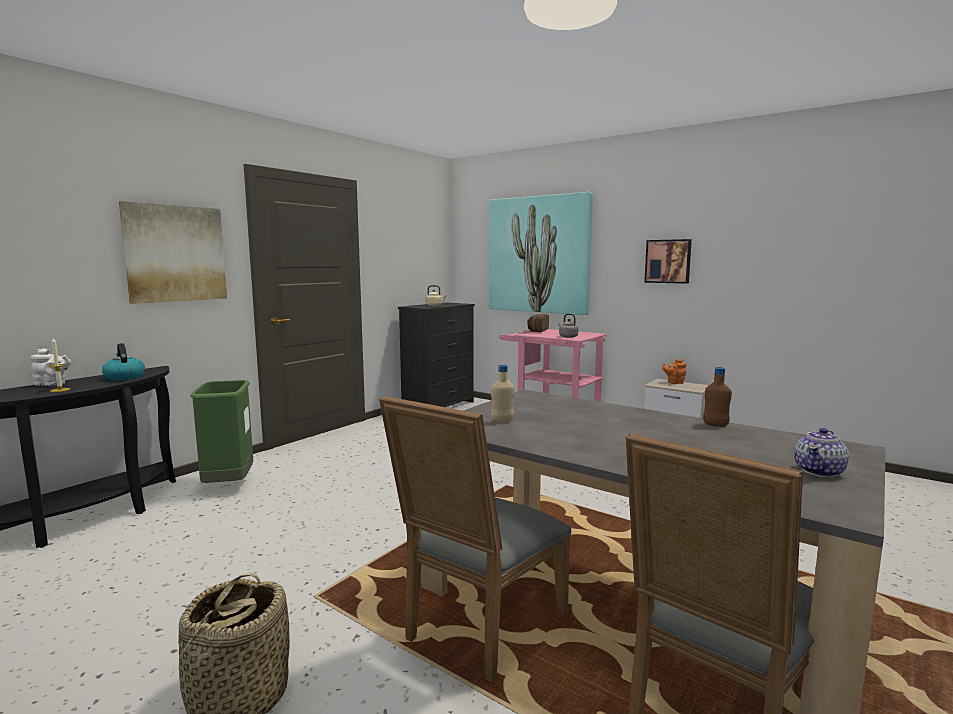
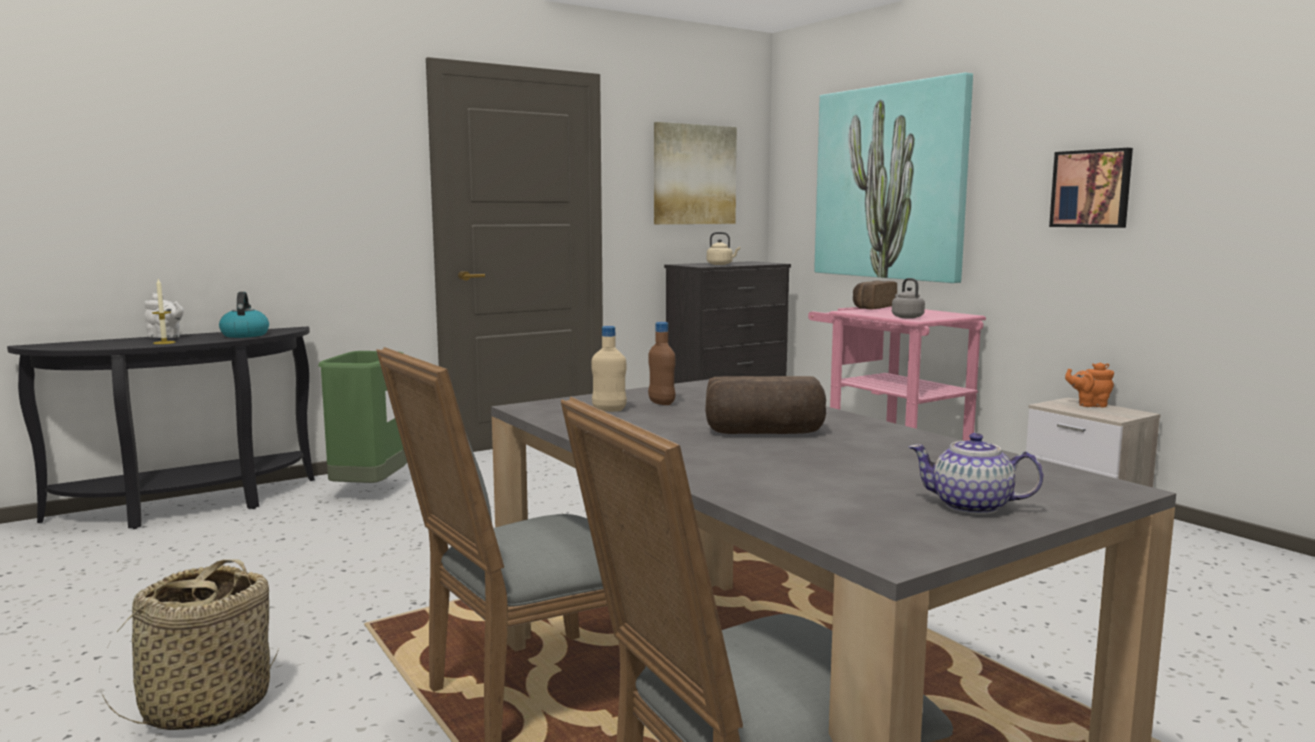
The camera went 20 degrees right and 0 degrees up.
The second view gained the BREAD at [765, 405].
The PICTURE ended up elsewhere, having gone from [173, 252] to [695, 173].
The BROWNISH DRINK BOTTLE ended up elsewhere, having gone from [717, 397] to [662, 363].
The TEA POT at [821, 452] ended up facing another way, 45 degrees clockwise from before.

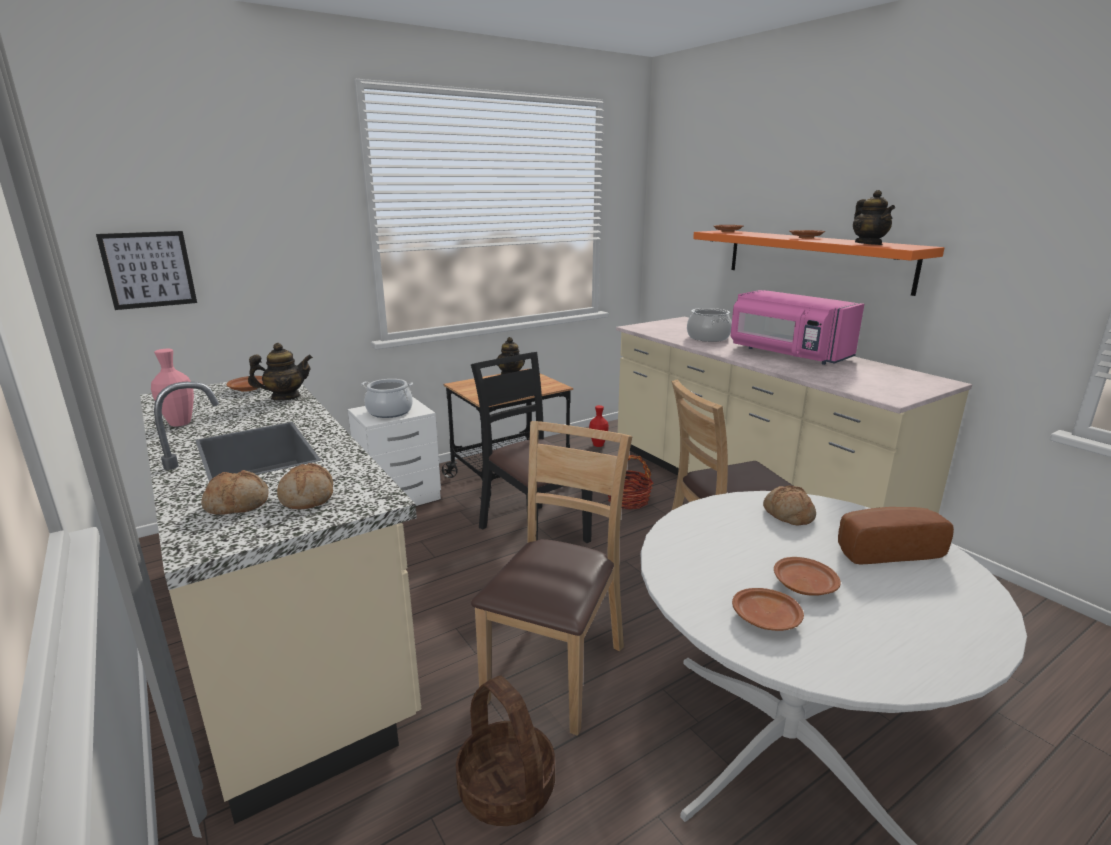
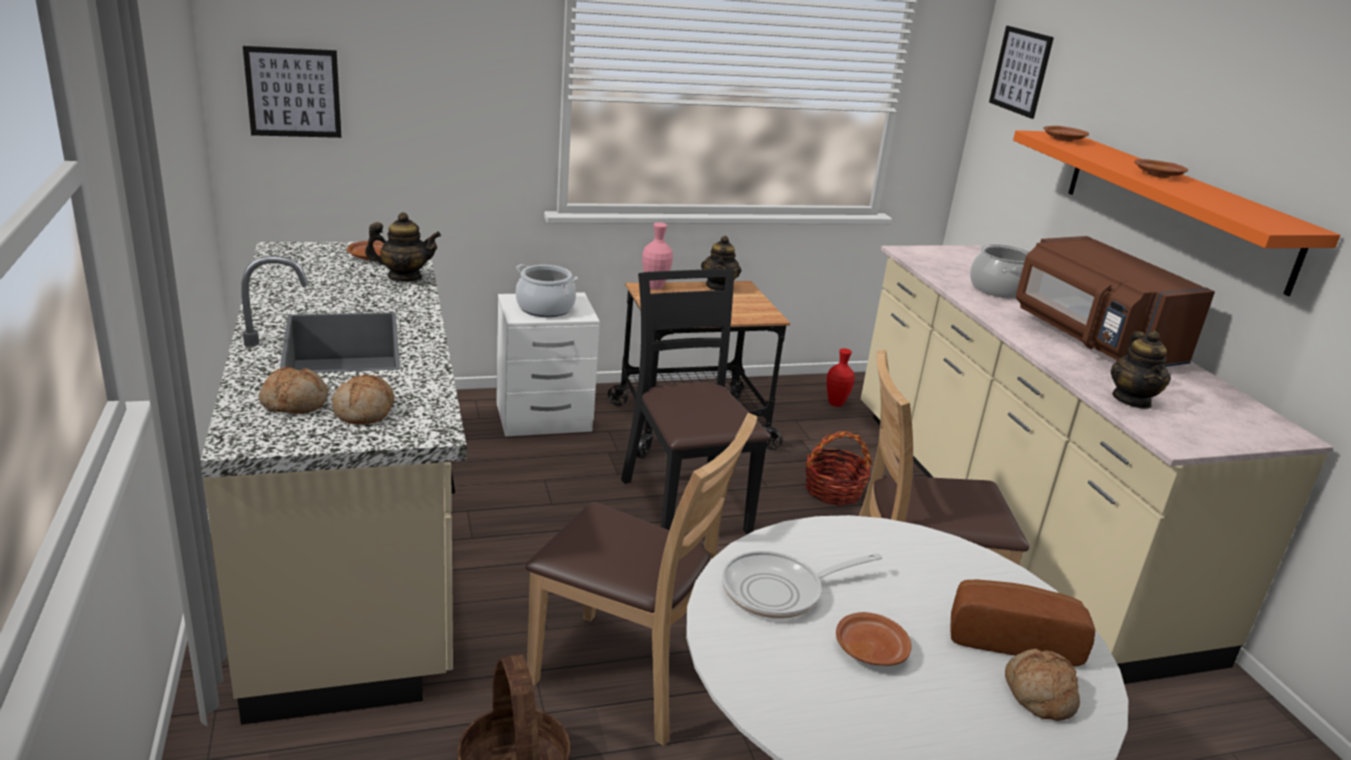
The camera went 15 degrees right and 5 degrees up.
The second view lost the BROWNISH PLATE at [768, 609].
The second view gained the PAN at [802, 585].
The second view gained the PICTURE at [1021, 72].
The PINK-COLOURED VASE ended up elsewhere, having gone from [172, 388] to [657, 256].
The BREAD ended up elsewhere, having gone from [789, 505] to [1042, 685].
The TEA POT ended up elsewhere, having gone from [874, 217] to [1141, 369].
What was the PINK-COLOURED MICROWAVE at [797, 327] turned into the BROWNISH MICROWAVE at [1115, 301].
The BROWNISH CHAIR at [551, 578] ended up facing another way, 75 degrees clockwise from before.

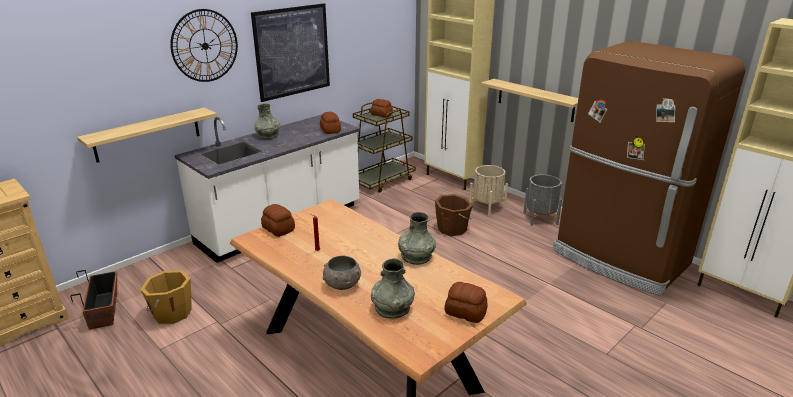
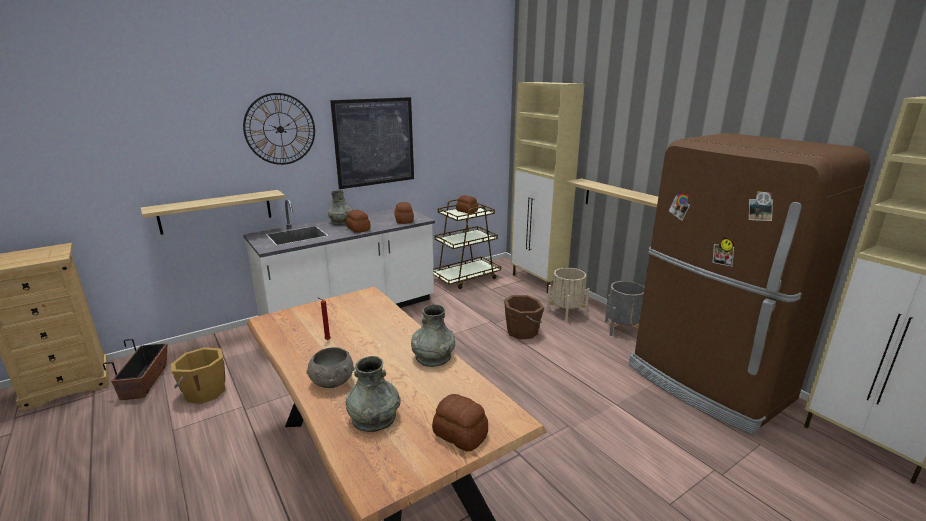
The camera went 10 degrees right and 5 degrees down.
The BREAD ended up elsewhere, having gone from [278, 220] to [358, 221].

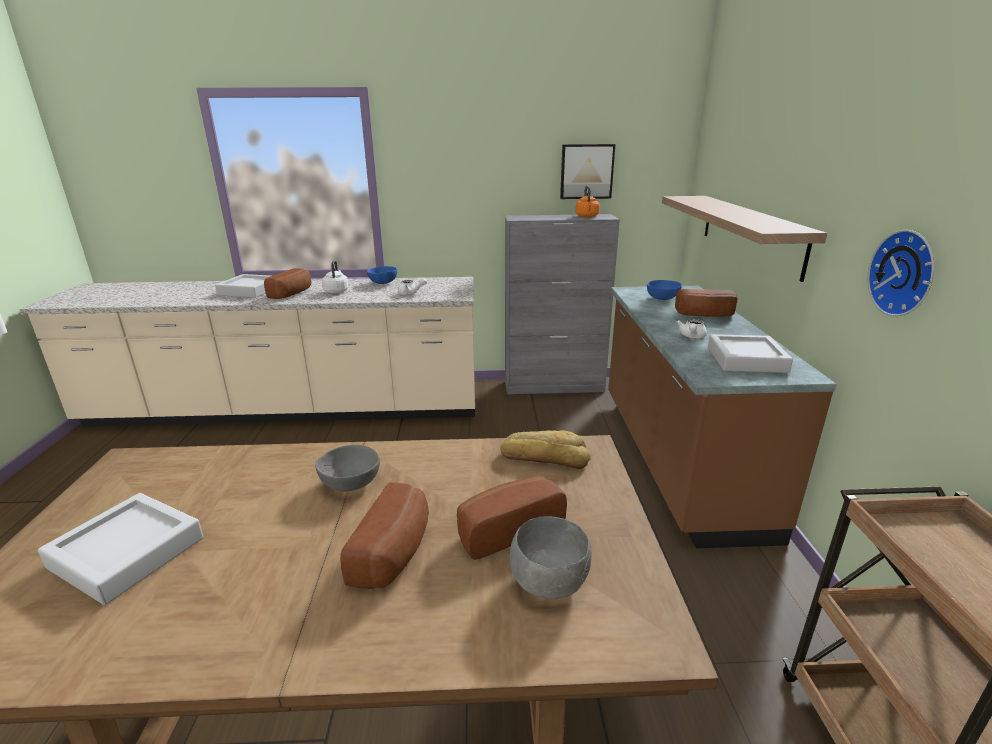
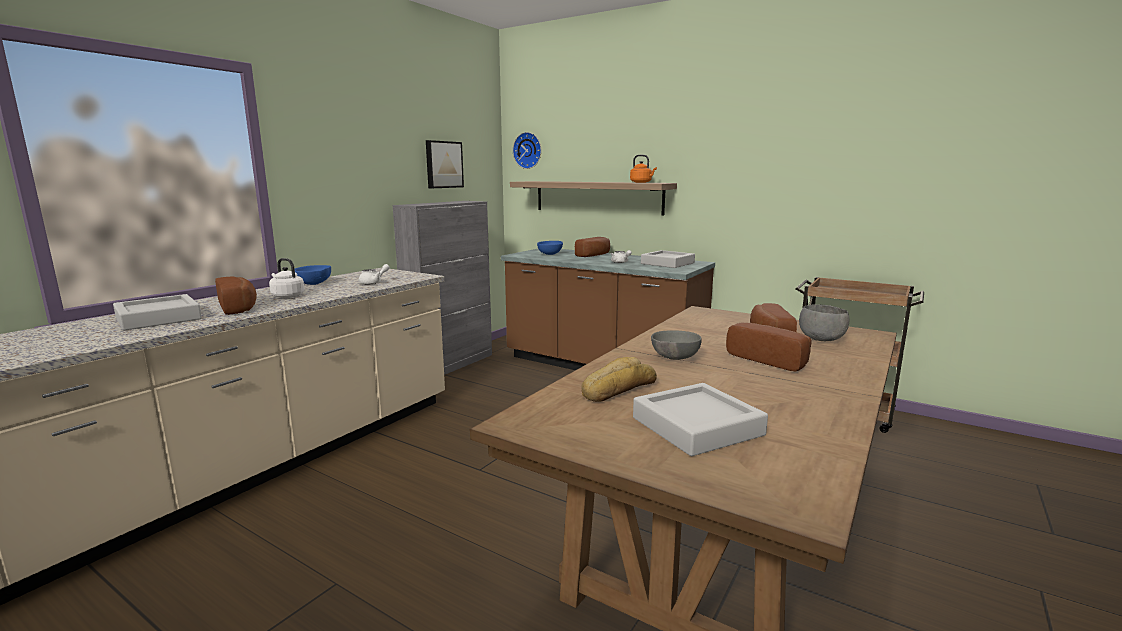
The camera went 55 degrees left and 10 degrees down.
The BREAD ended up elsewhere, having gone from [545, 449] to [619, 379].
The ORANGEY WATER KETTLE ended up elsewhere, having gone from [588, 201] to [643, 169].
The HANGING CLOCK ended up elsewhere, having gone from [901, 273] to [527, 150].

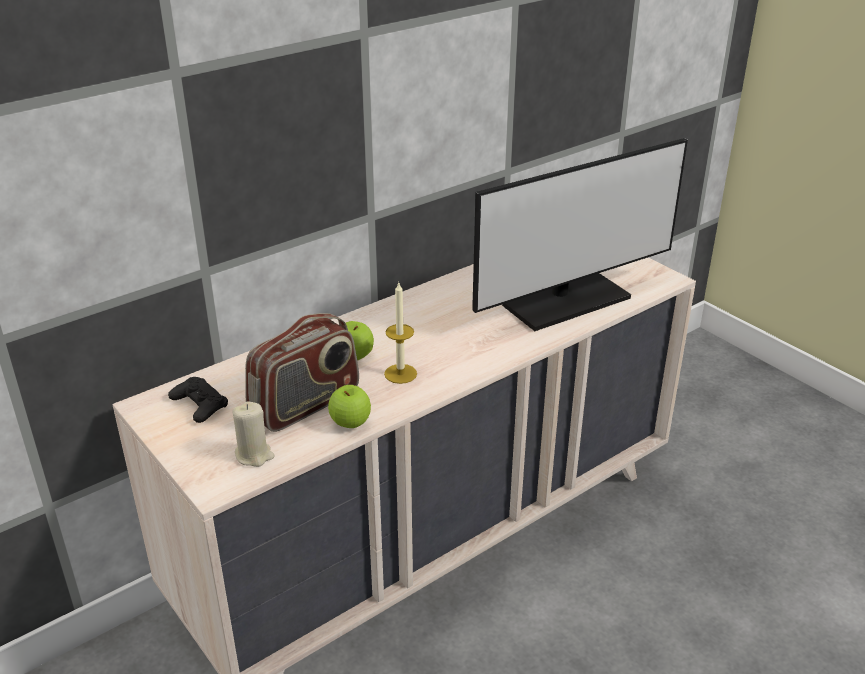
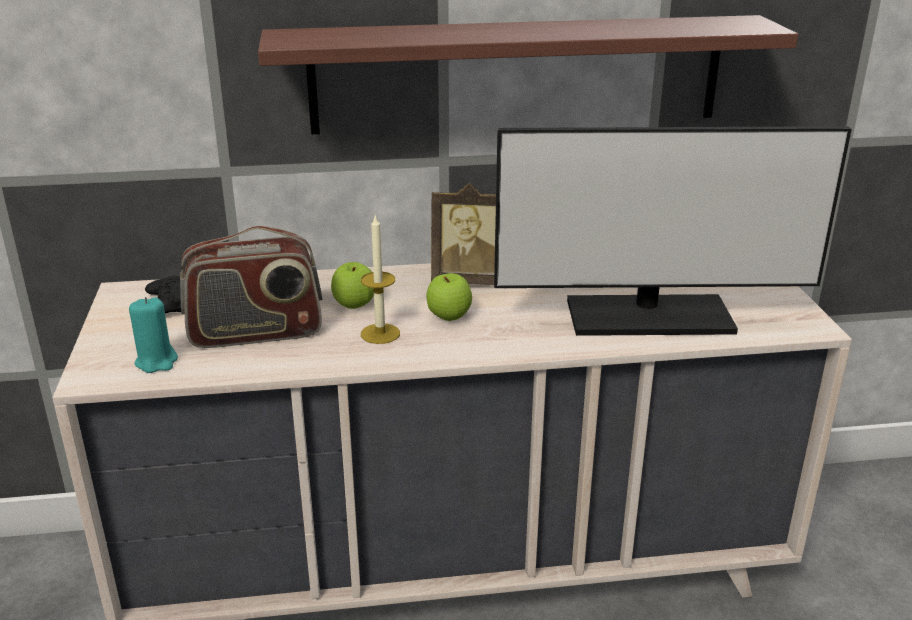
The camera went 30 degrees right and 5 degrees down.
The second view gained the SHELF at [528, 74].
The second view gained the STANDING FRAME at [463, 234].
The WHOLE APPLE ended up elsewhere, having gone from [349, 406] to [449, 297].
What was the BEIGE WAX CANDLE at [253, 434] turned into the BLUE-GREEN WAX CANDLE at [153, 335].

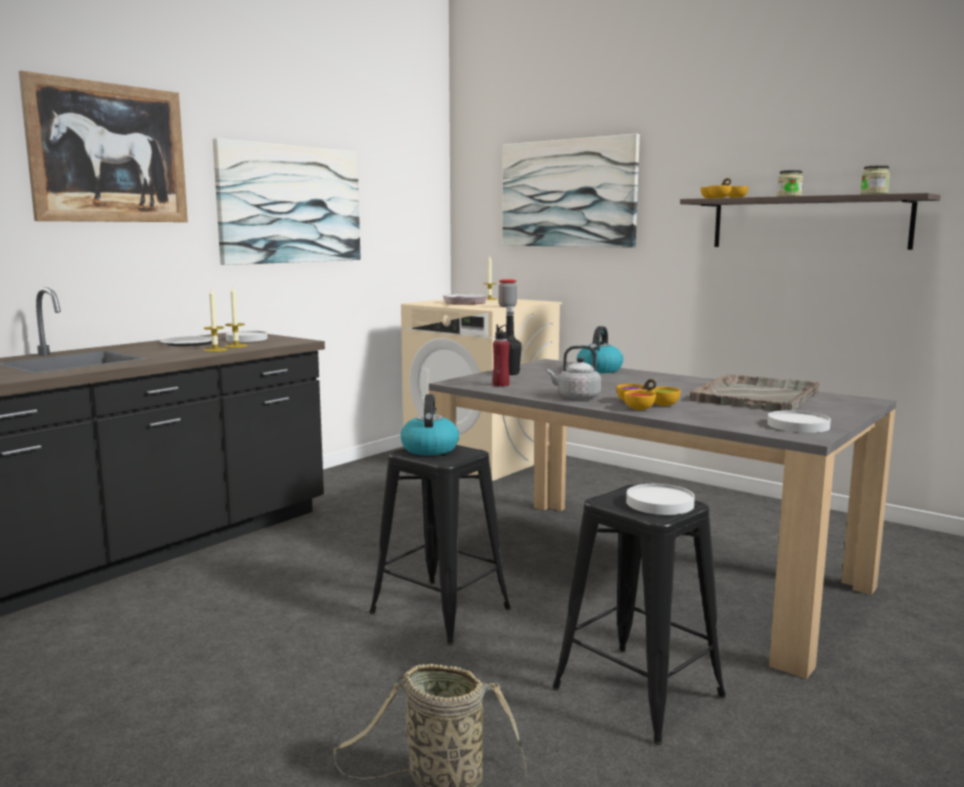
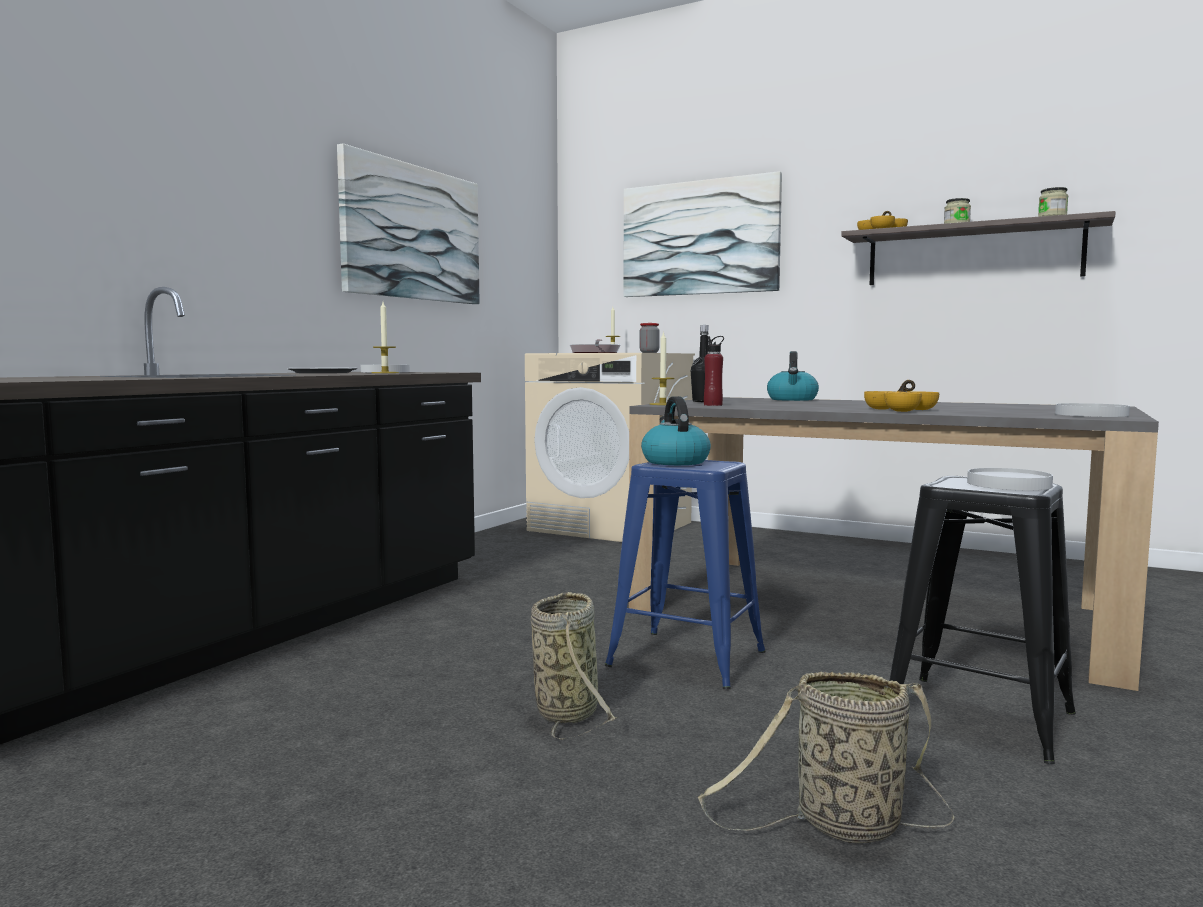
The camera went 10 degrees left and 5 degrees down.
The second view lost the PICTURE at [103, 146].
The second view lost the GREYISH WATER KETTLE at [573, 372].
The second view lost the GREYISH CARRYING TRAY at [755, 392].
The second view gained the BASKET at [574, 666].
The WAX CANDLE ended up elsewhere, having gone from [215, 320] to [662, 368].
What was the BLACKISH STOOL at [440, 545] turned into the BLUISH STOOL at [685, 574].

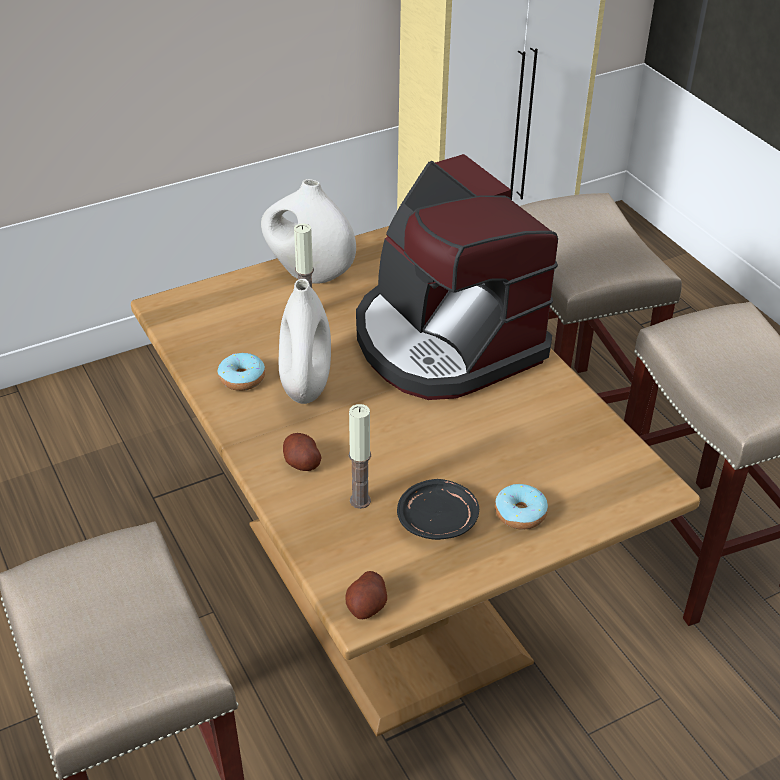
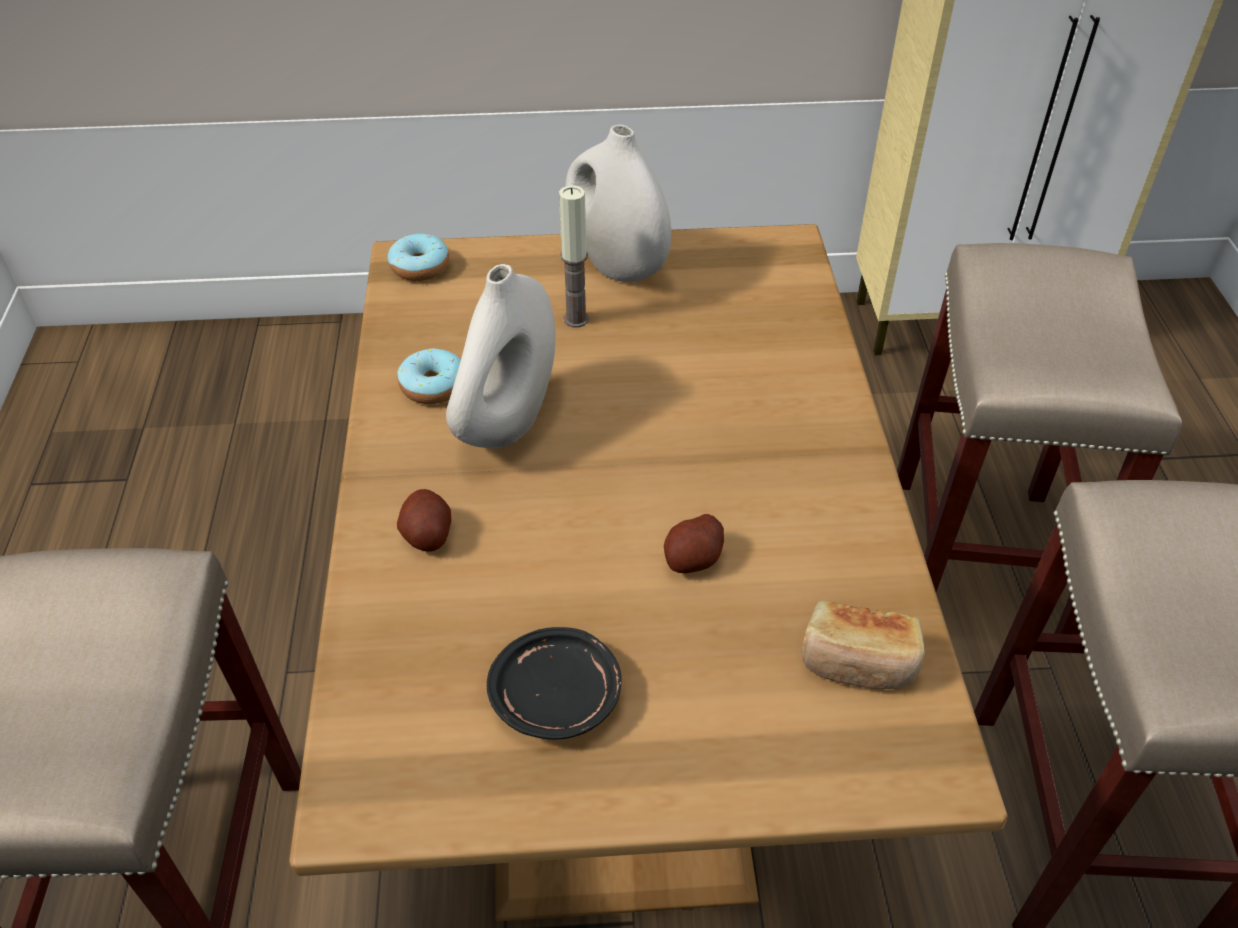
The camera went 25 degrees right and 5 degrees up.
The second view lost the WAX CANDLE at [360, 456].
The second view lost the COFFEE MACHINE at [457, 277].
The second view gained the BREAD at [863, 644].
The WHOLE POTATO ended up elsewhere, having gone from [366, 595] to [694, 543].
The RING DOUGHNUT ended up elsewhere, having gone from [521, 507] to [418, 257].

